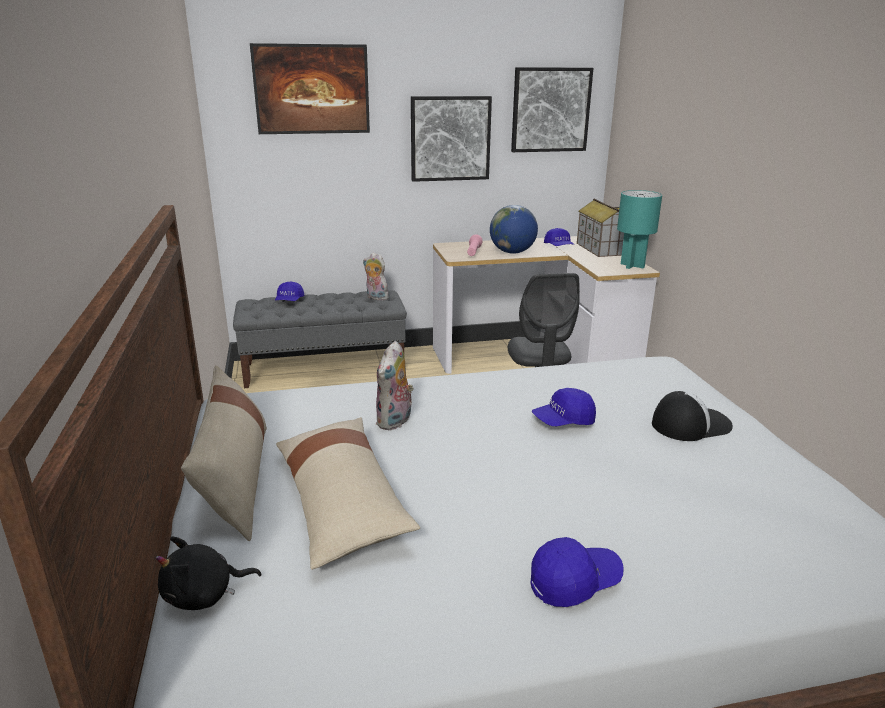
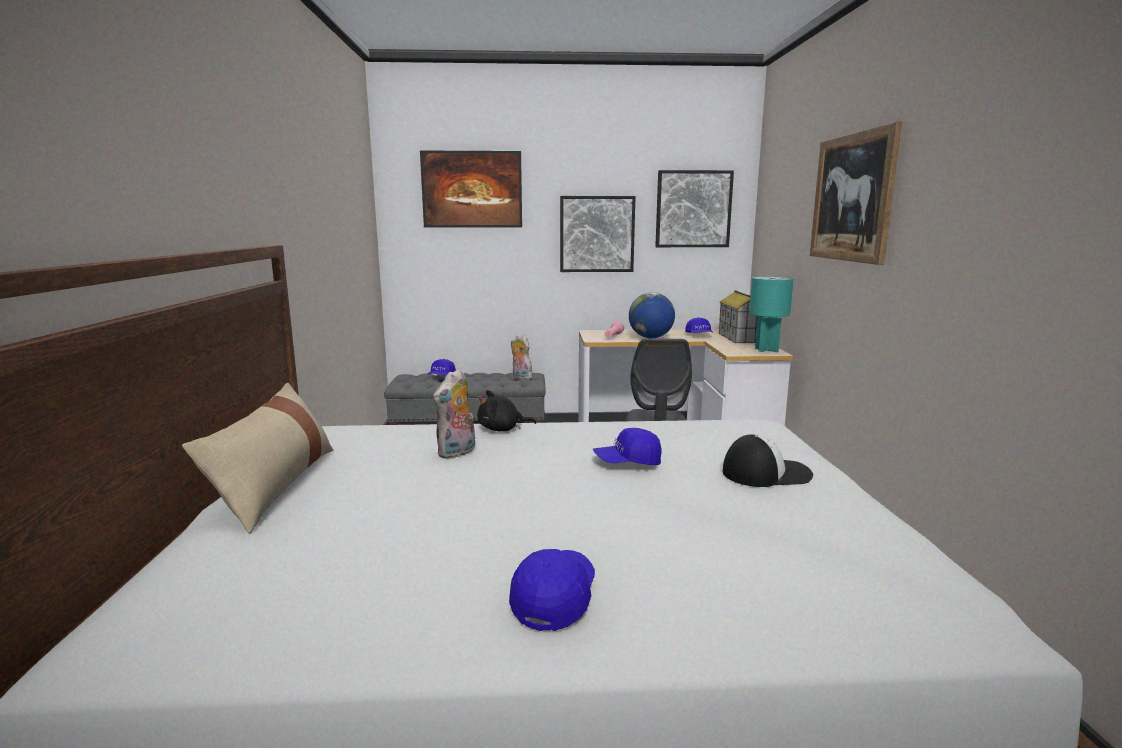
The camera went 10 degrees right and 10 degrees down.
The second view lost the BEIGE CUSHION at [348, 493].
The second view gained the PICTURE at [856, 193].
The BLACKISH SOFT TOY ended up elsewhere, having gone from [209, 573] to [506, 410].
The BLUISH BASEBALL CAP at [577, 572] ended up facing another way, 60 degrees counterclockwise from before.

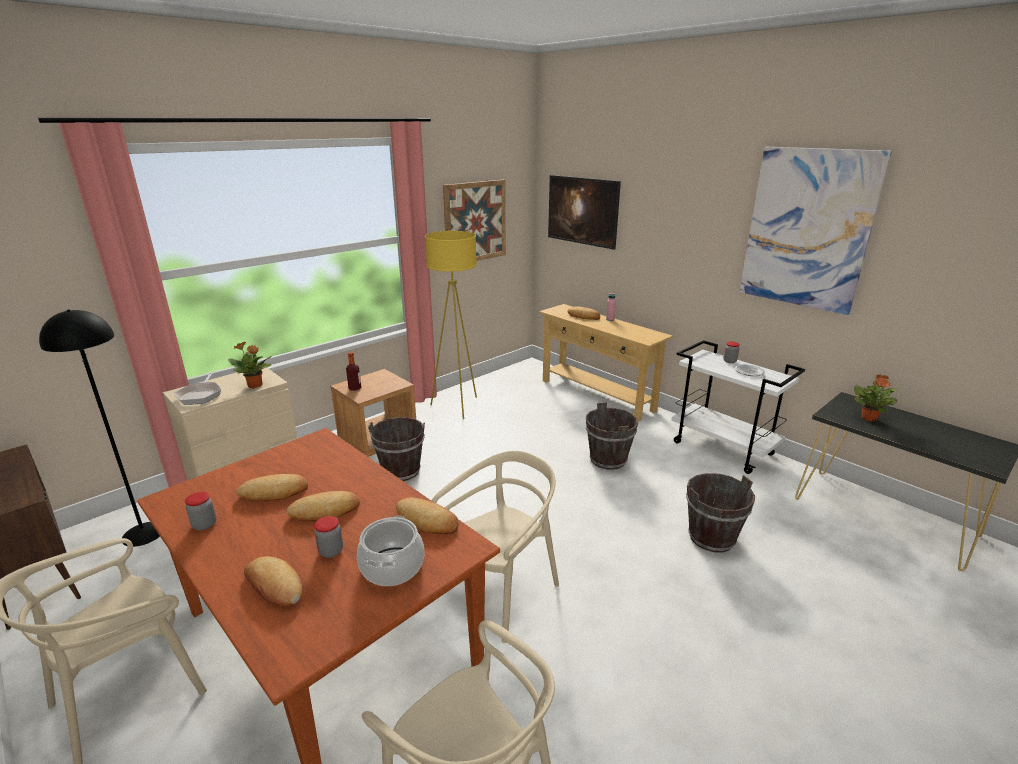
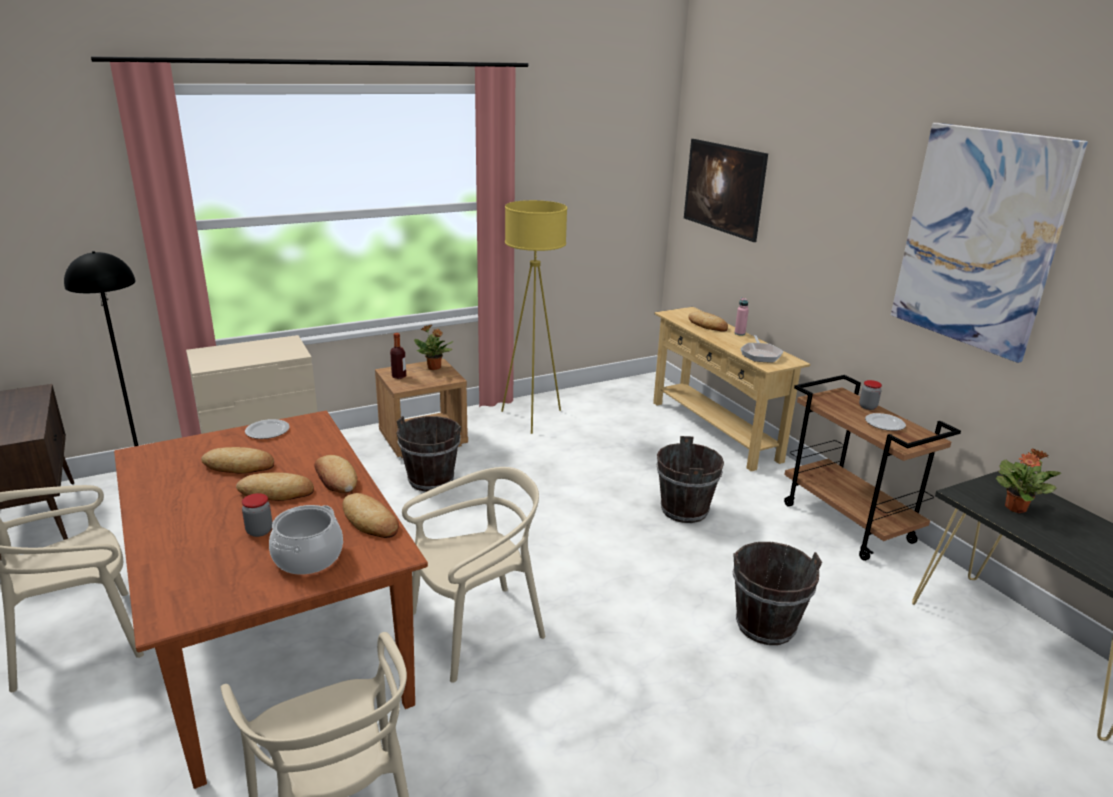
The camera went 15 degrees right and 0 degrees up.
The second view lost the STORAGE JAR at [200, 511].
The second view lost the PICTURE at [474, 220].
The second view gained the PLATE at [267, 429].
The PAN ended up elsewhere, having gone from [197, 389] to [762, 348].
The POTTED PLANT ended up elsewhere, having gone from [250, 365] to [433, 347].
The BREAD ended up elsewhere, having gone from [273, 581] to [336, 474].
What was the WHITE TROLLEY at [738, 407] turned into the BROWNISH TROLLEY at [872, 468].

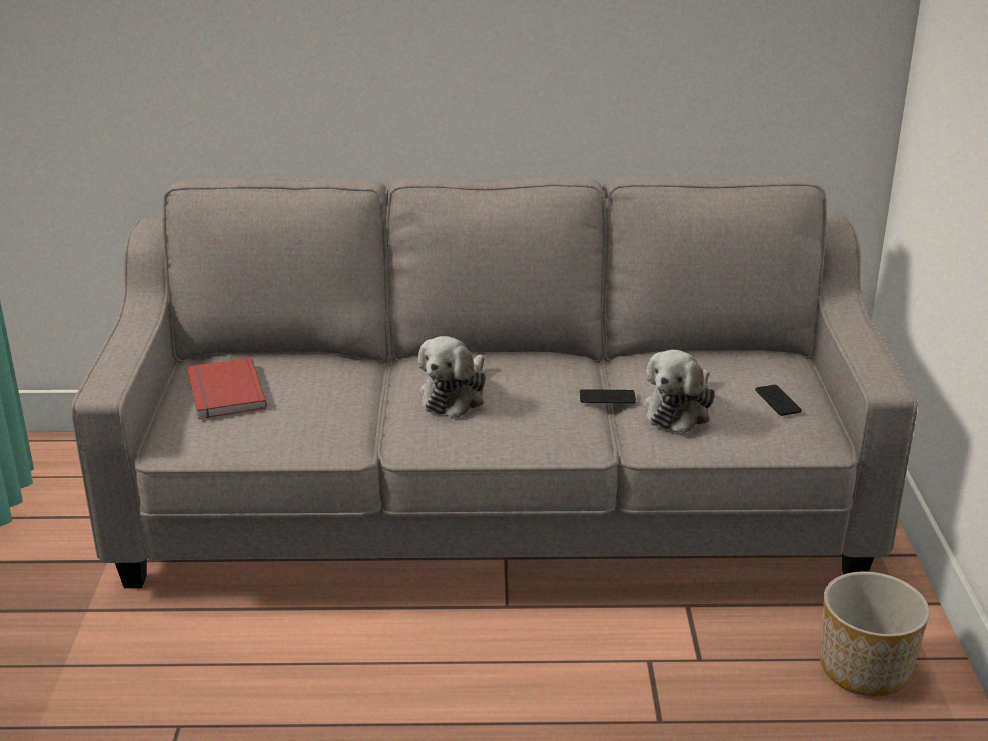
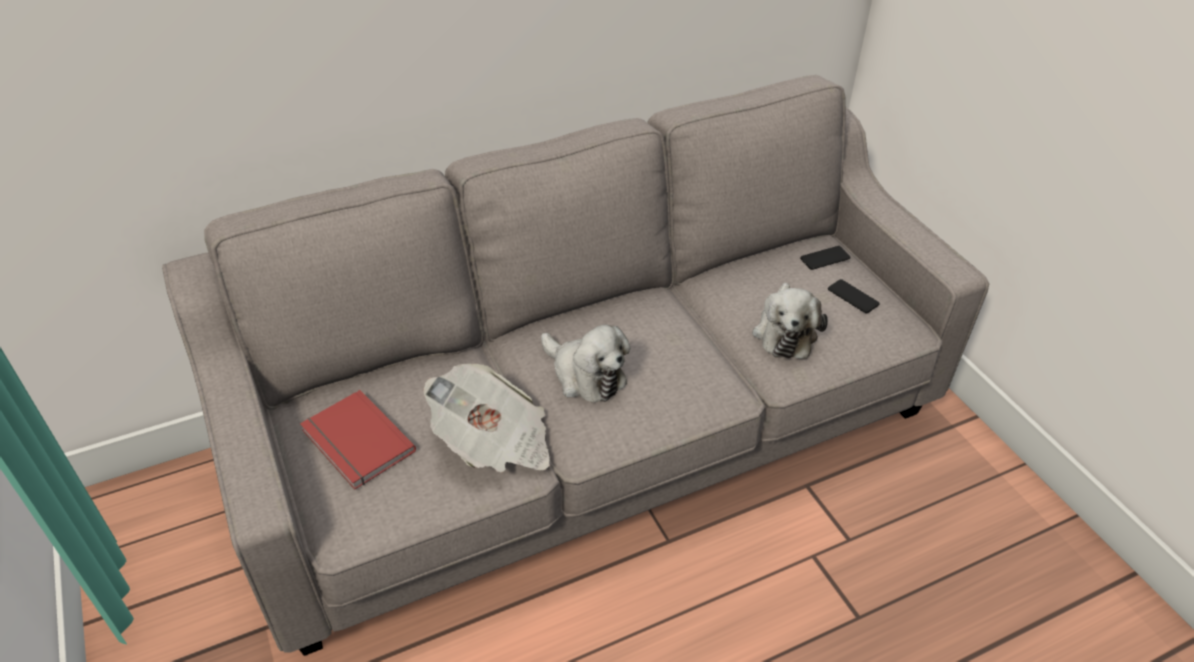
The camera went 25 degrees left and 15 degrees up.
The second view lost the FLOWER POT at [875, 634].
The second view gained the PRINTED PAPER at [486, 418].
The TELEPHONE ended up elsewhere, having gone from [608, 396] to [825, 258].
The SOFT TOY at [452, 377] ended up facing another way, 45 degrees counterclockwise from before.

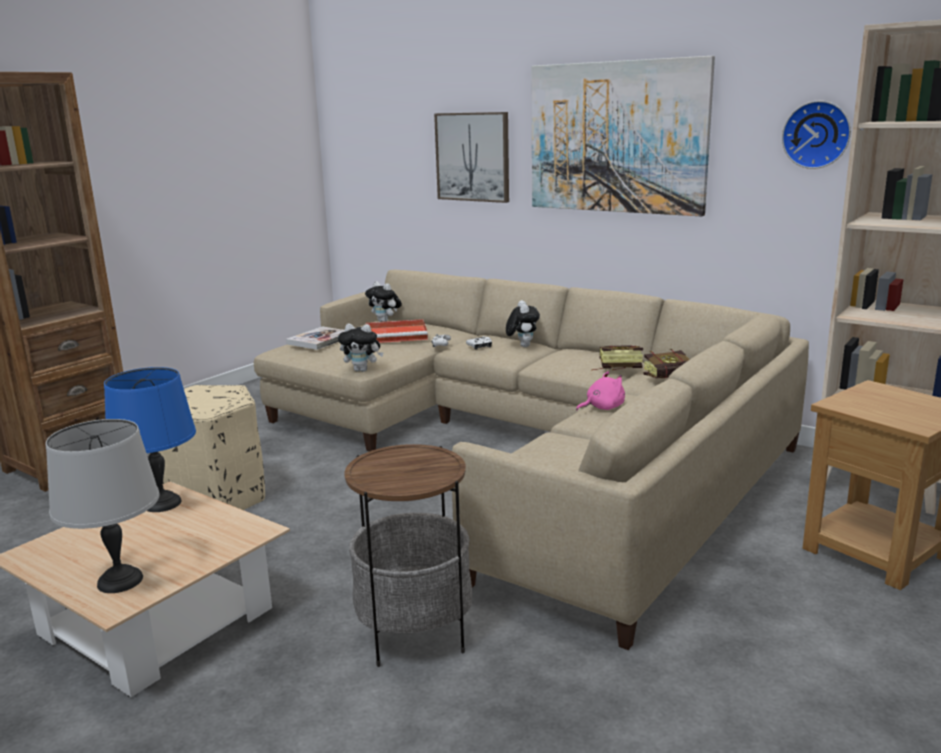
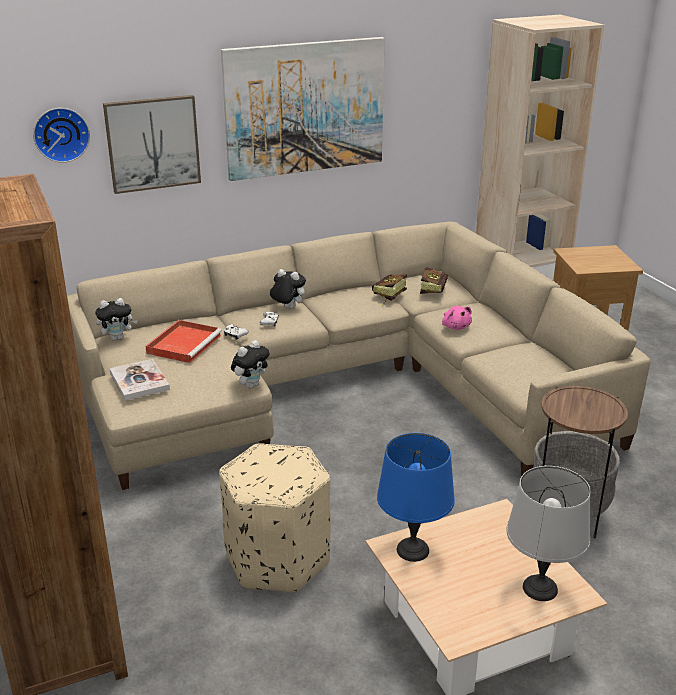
The camera went 60 degrees left and 10 degrees up.
The HANGING CLOCK ended up elsewhere, having gone from [816, 135] to [61, 135].
The PINK-COLOURED SOFT TOY at [600, 390] ended up facing another way, 150 degrees clockwise from before.

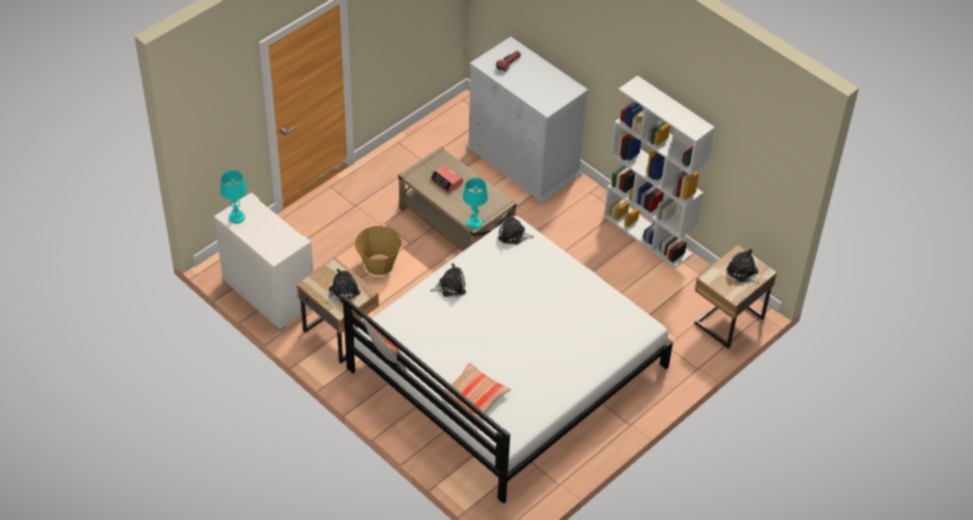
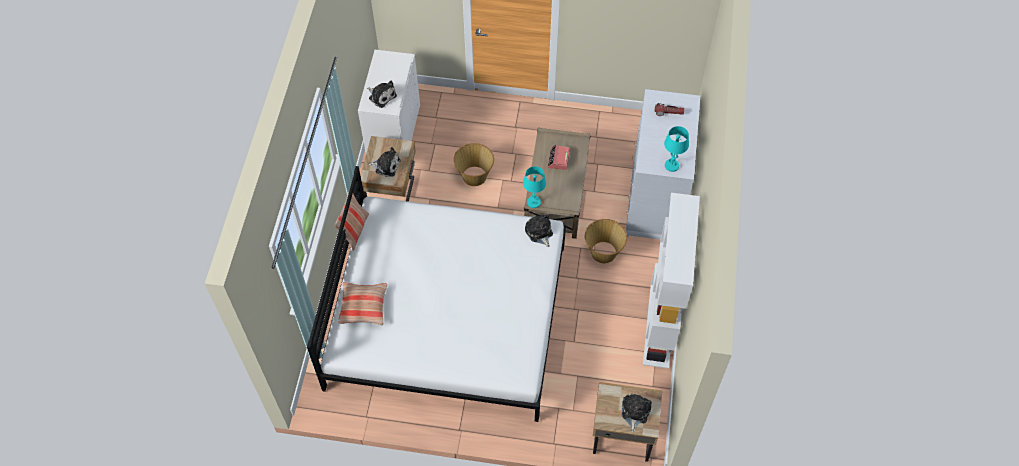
The camera went 55 degrees right and 10 degrees up.
The second view gained the BASKET at [606, 241].
The BLUE-GREEN TABLE LAMP ended up elsewhere, having gone from [233, 196] to [676, 149].
The SOFT TOY ended up elsewhere, having gone from [448, 280] to [382, 94].

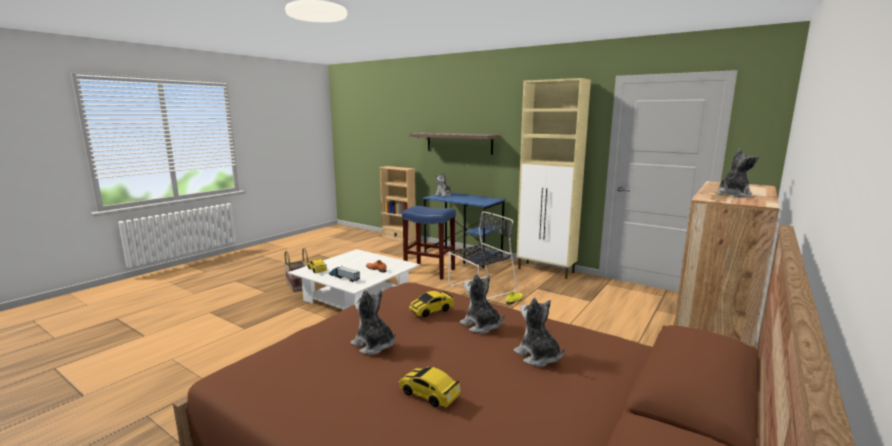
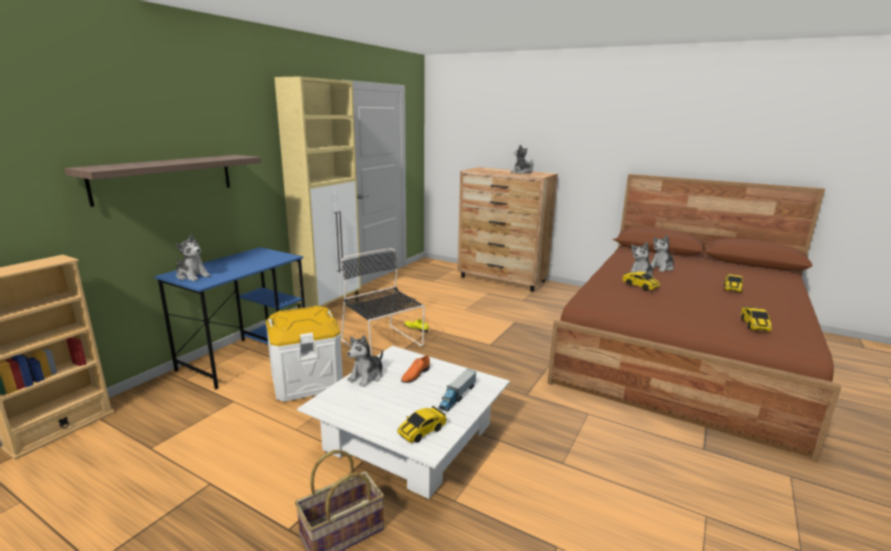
The camera went 95 degrees left and 5 degrees up.
The second view gained the MINIATURE CAR at [756, 319].
The SOFT TOY ended up elsewhere, having gone from [373, 322] to [365, 361].
Where the BLUISH STOOL stood at [429, 243], the WHITE STORAGE CONTAINER came to stand at [304, 354].

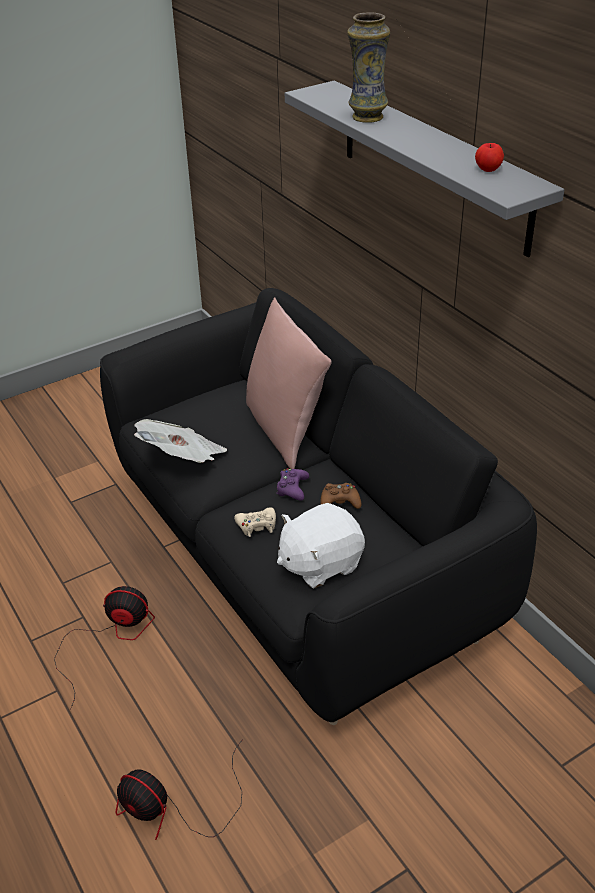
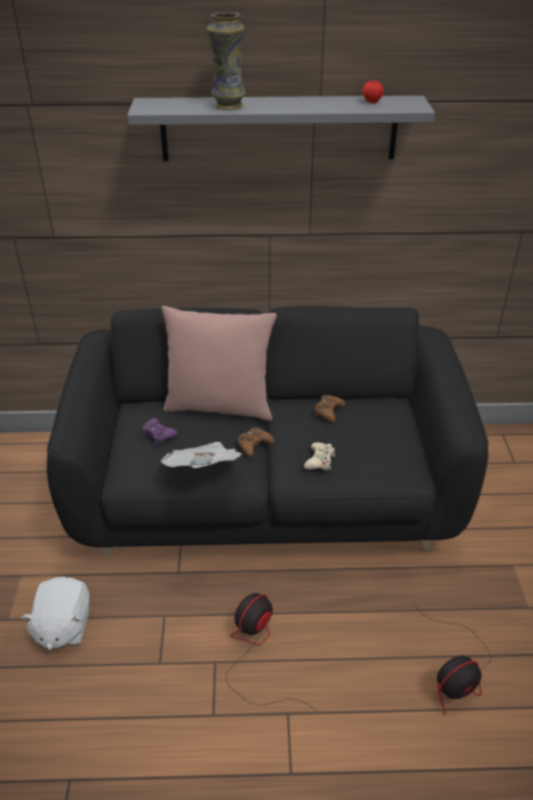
The camera went 60 degrees left and 0 degrees up.
The second view gained the BROWNISH JOYPAD at [256, 442].
The PURPLE-COLOURED JOYPAD ended up elsewhere, having gone from [292, 484] to [160, 431].
The WHITE SOFT TOY ended up elsewhere, having gone from [321, 546] to [55, 613].

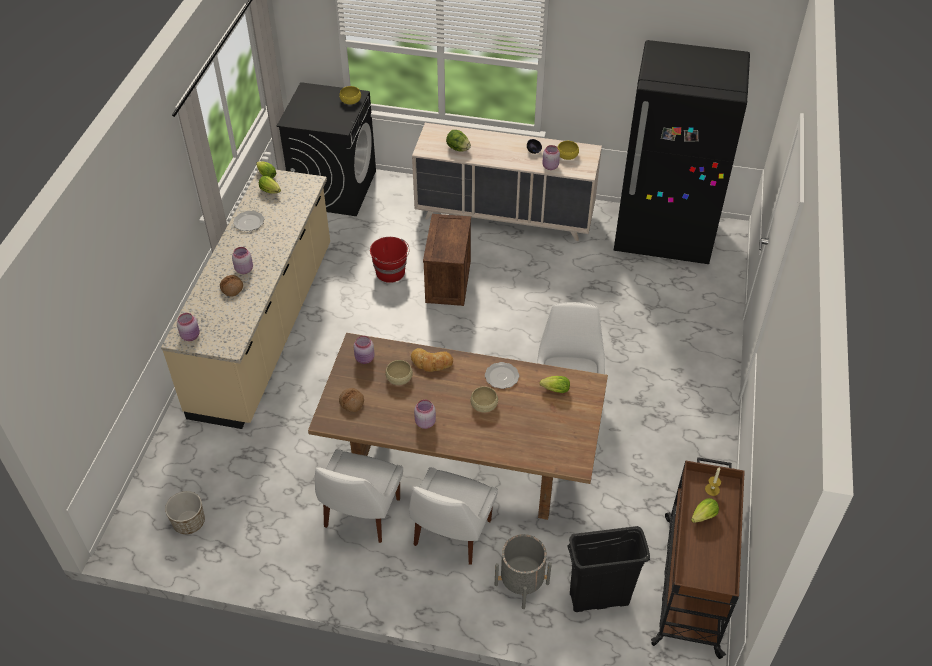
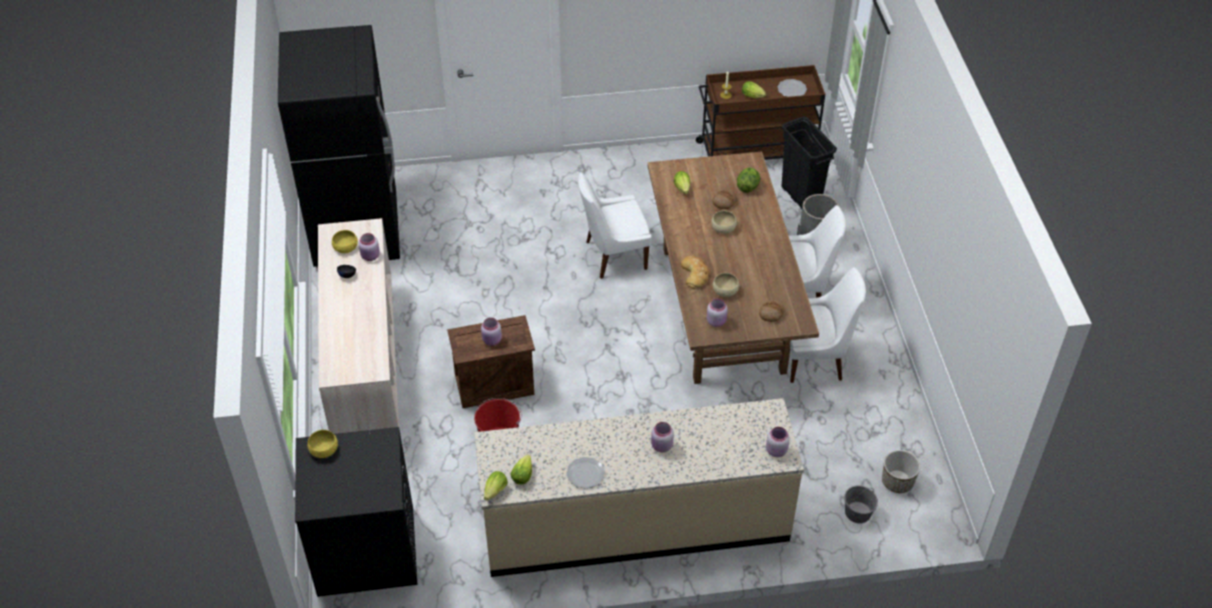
The camera went 110 degrees left and 0 degrees up.
The second view gained the GREYISH BUCKET at [861, 504].
The BREAD ended up elsewhere, having gone from [231, 286] to [725, 199].
The PINK-COLOURED STORAGE JAR ended up elsewhere, having gone from [425, 414] to [491, 332].
The HEAD OF LETTUCE ended up elsewhere, having gone from [458, 141] to [748, 180].
The PLATE ended up elsewhere, having gone from [502, 375] to [792, 88].

